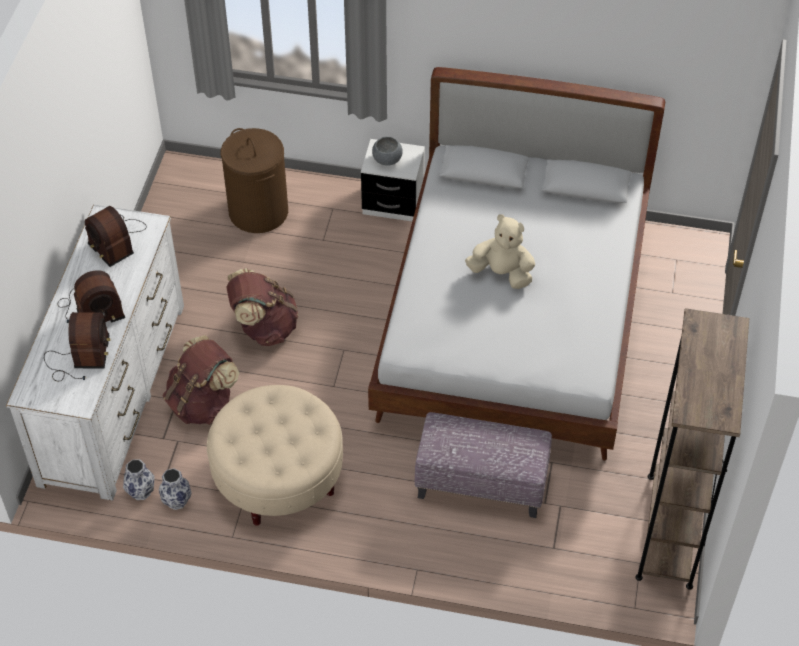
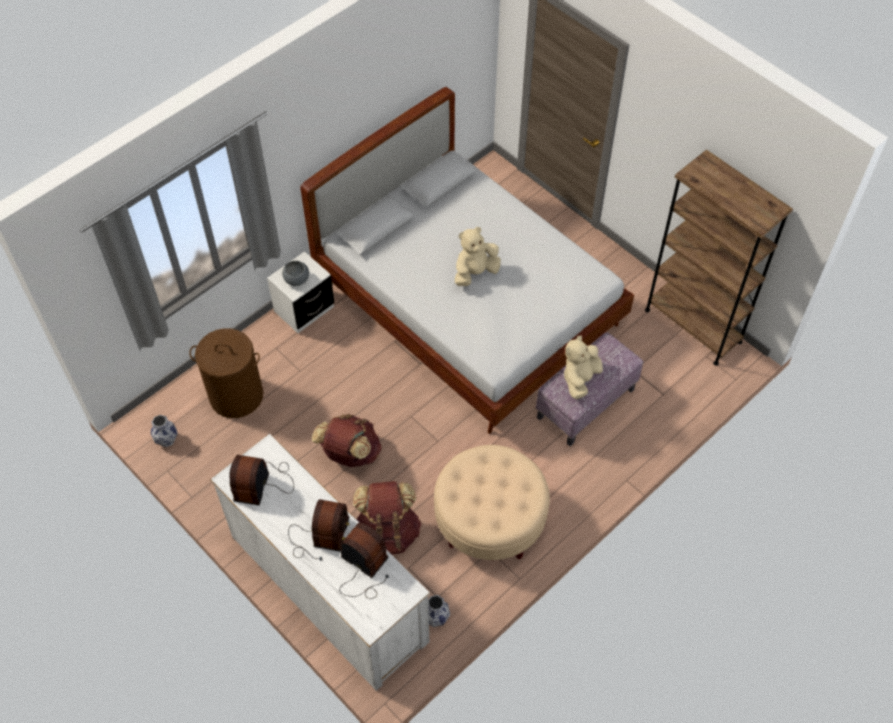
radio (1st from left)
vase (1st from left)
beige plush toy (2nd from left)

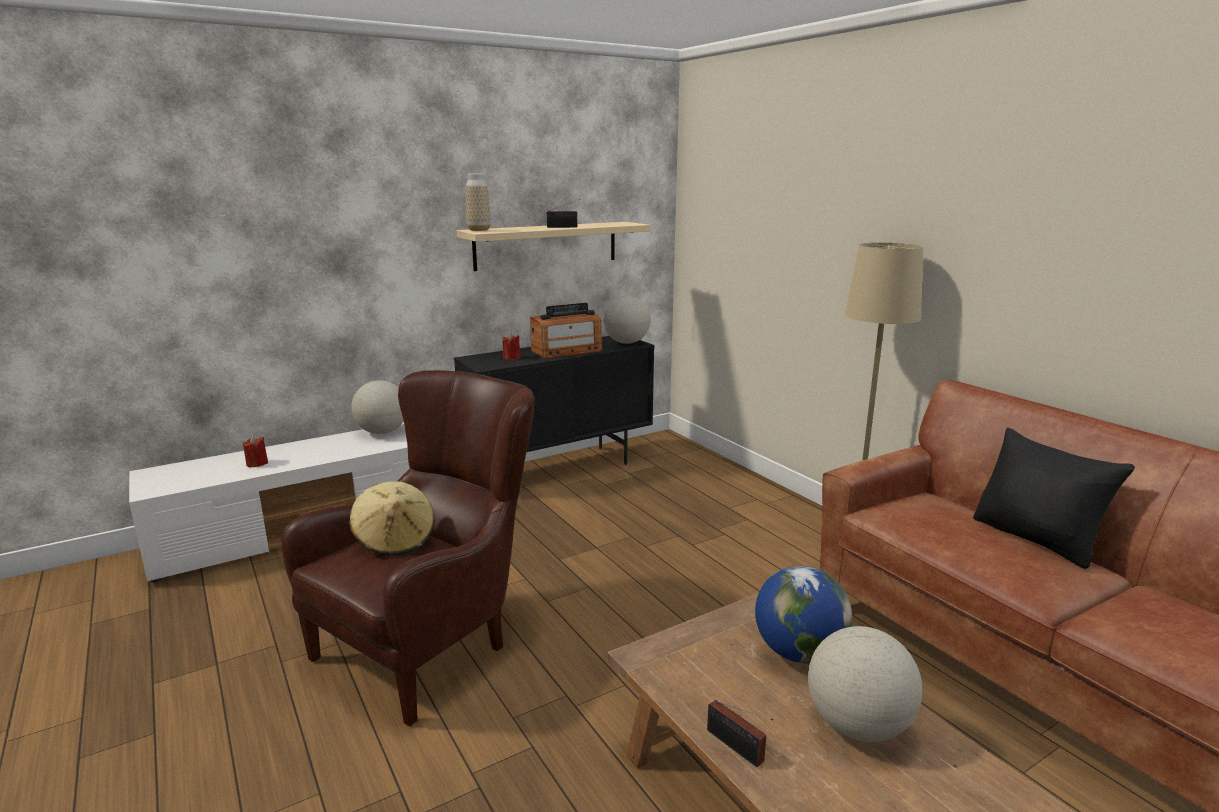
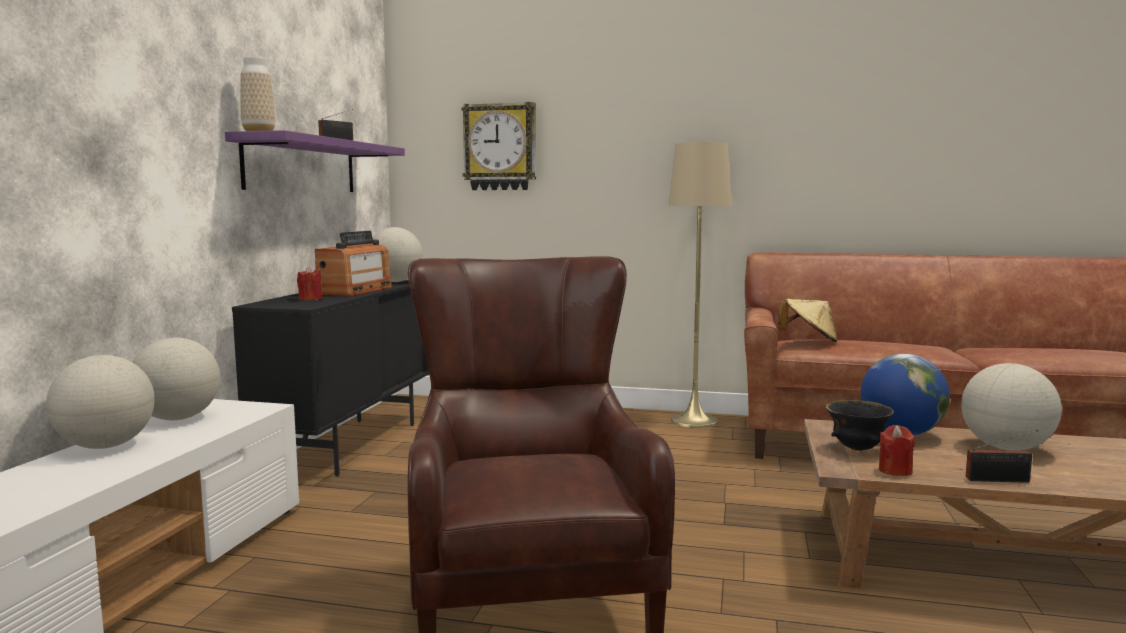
purple shelf
black pillow
red candle (2nd from left)
beige hat
wall clock
globe (1st from left)
black bowl

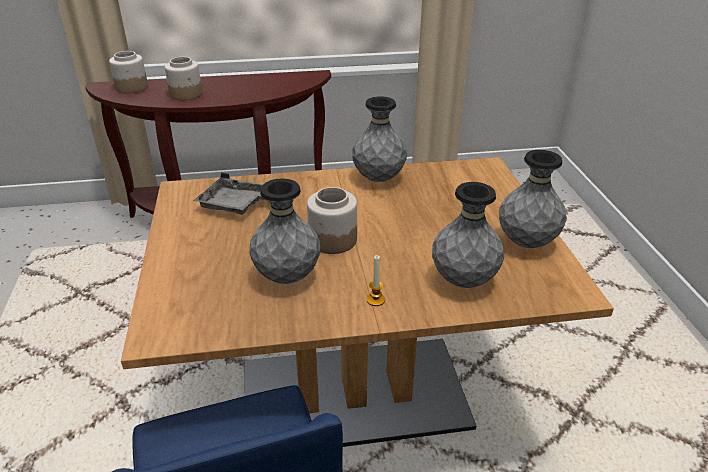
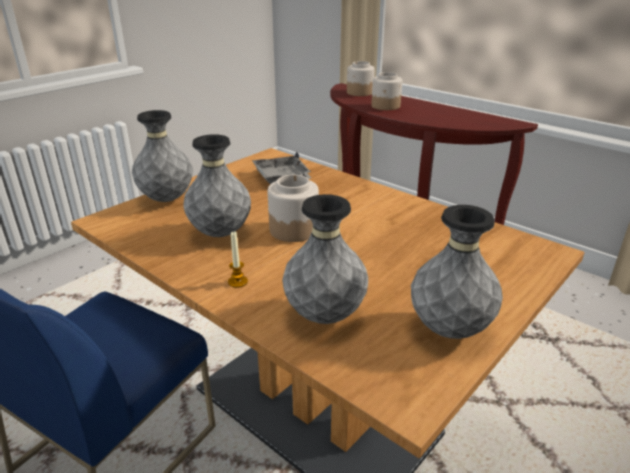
grey vase (1st from left)

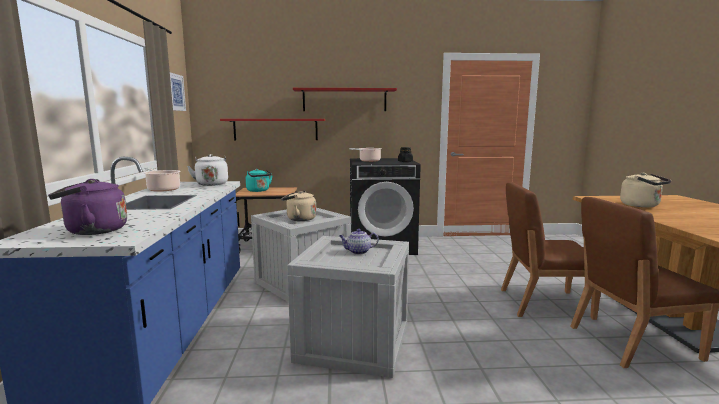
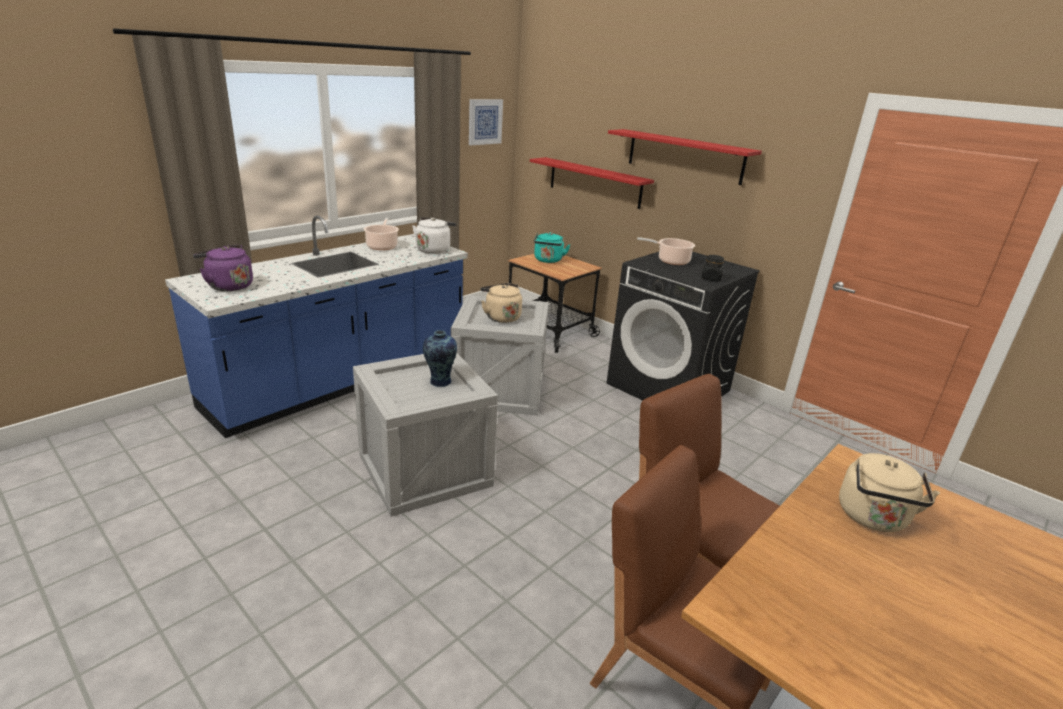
vase

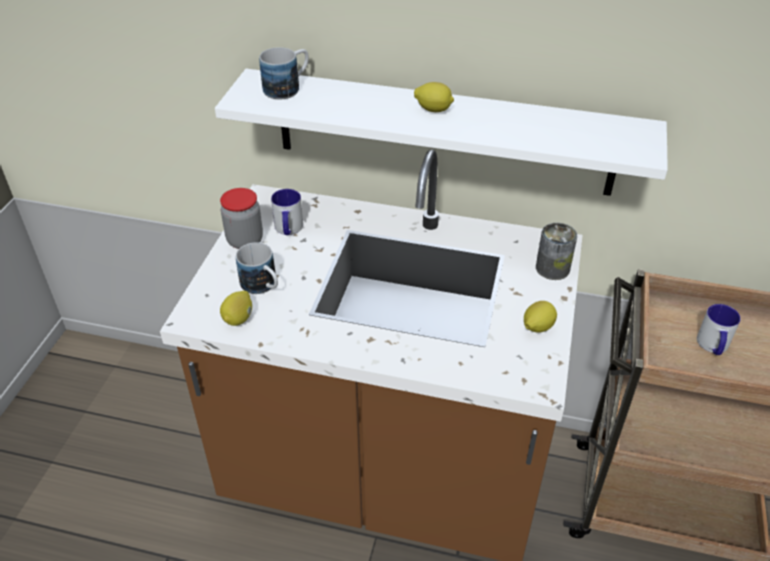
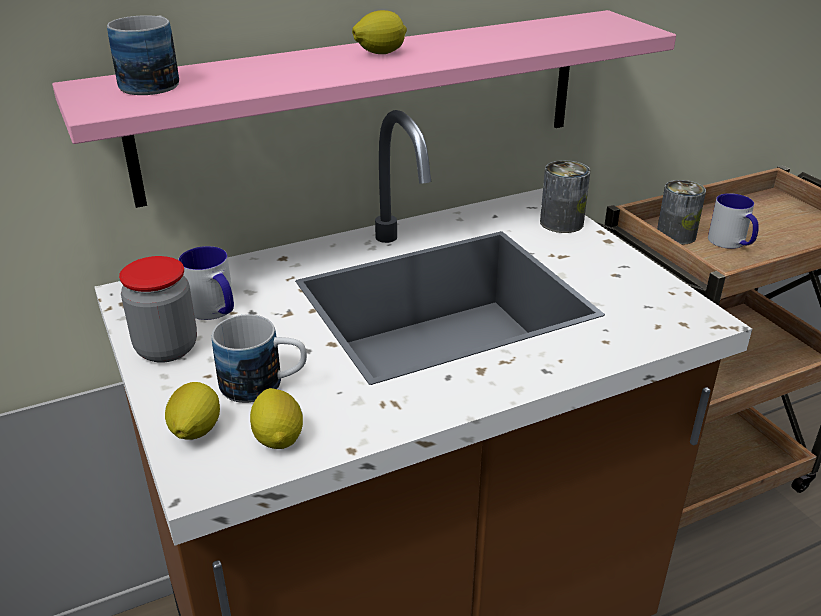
pink shelf
lemon (1st from left)
can (2nd from left)

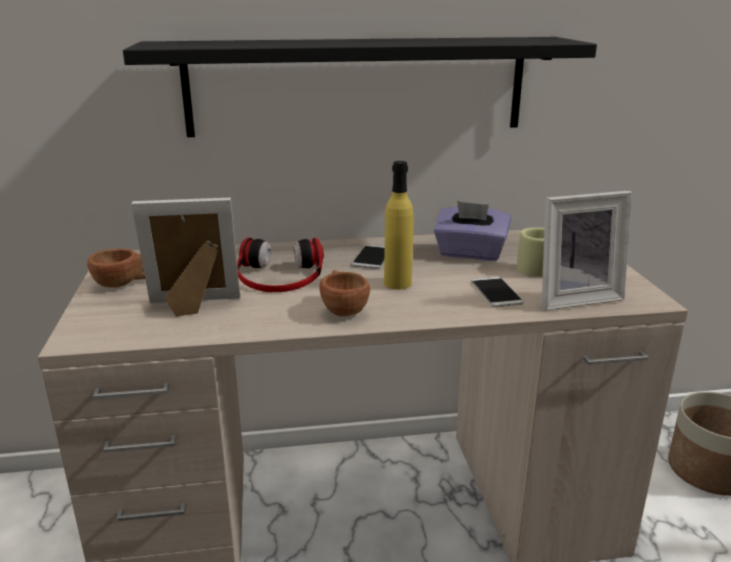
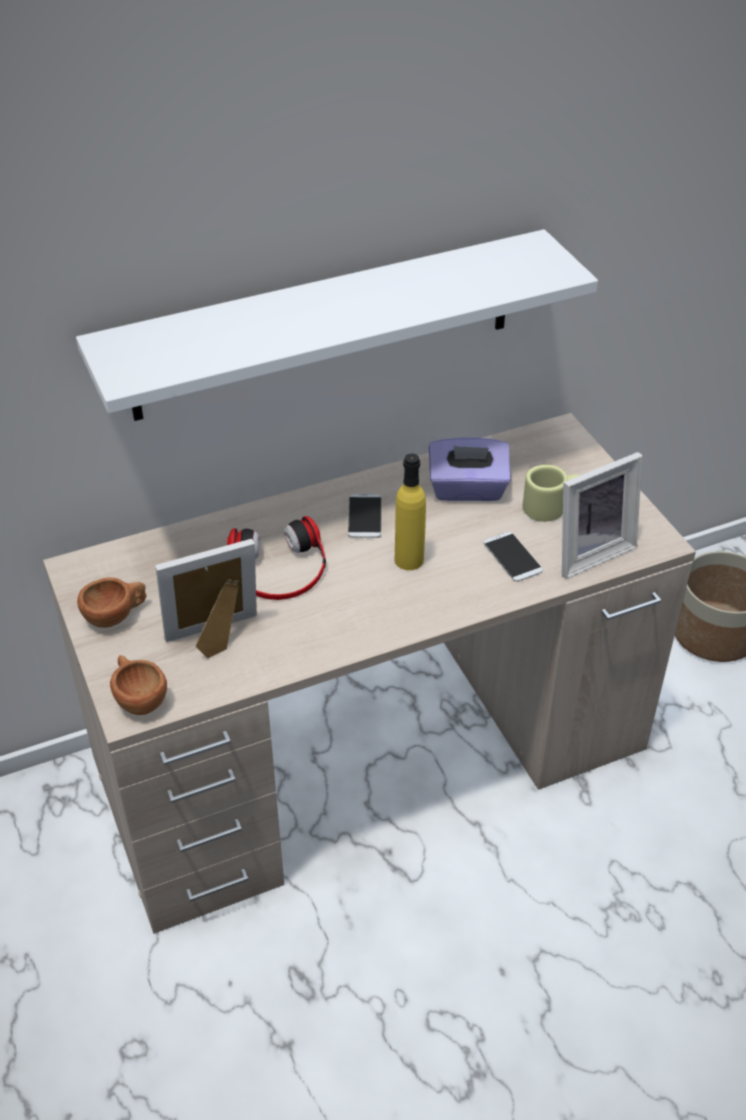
white shelf
brown cup (2nd from left)

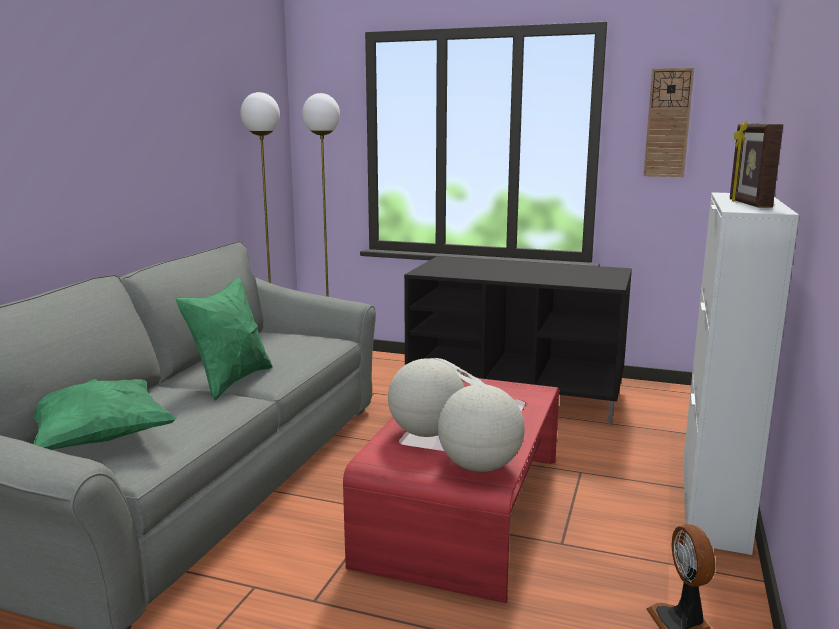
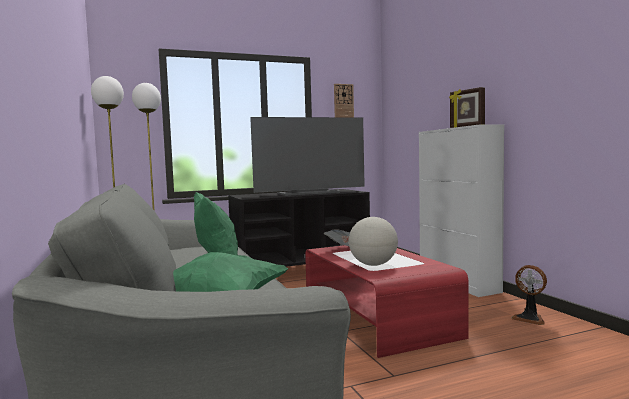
globe (2nd from left in the first image)
television

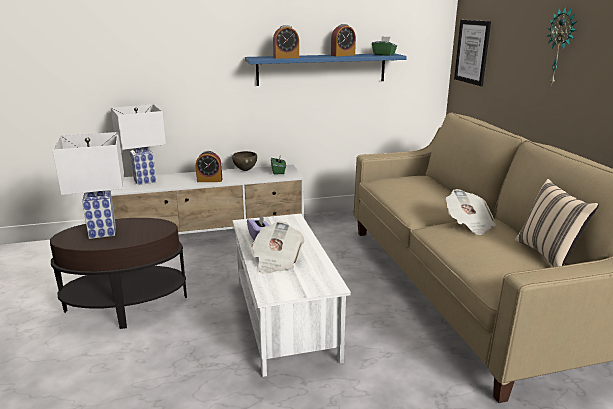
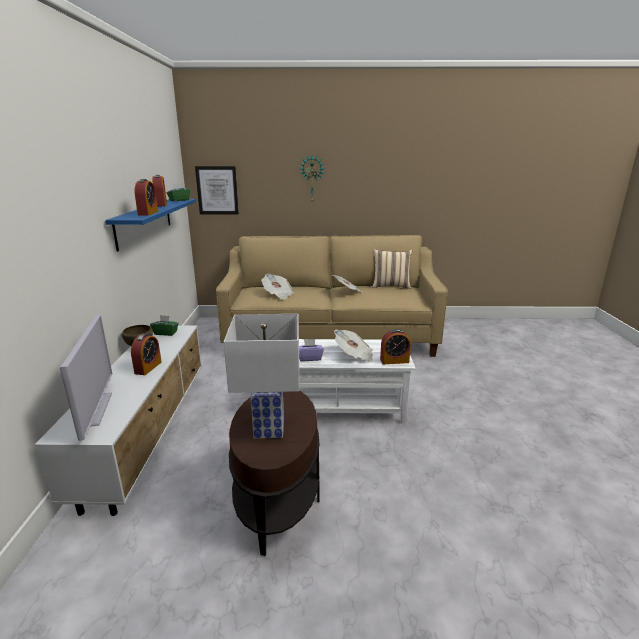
television
newspaper (1st from left)
alarm clock (4th from left)

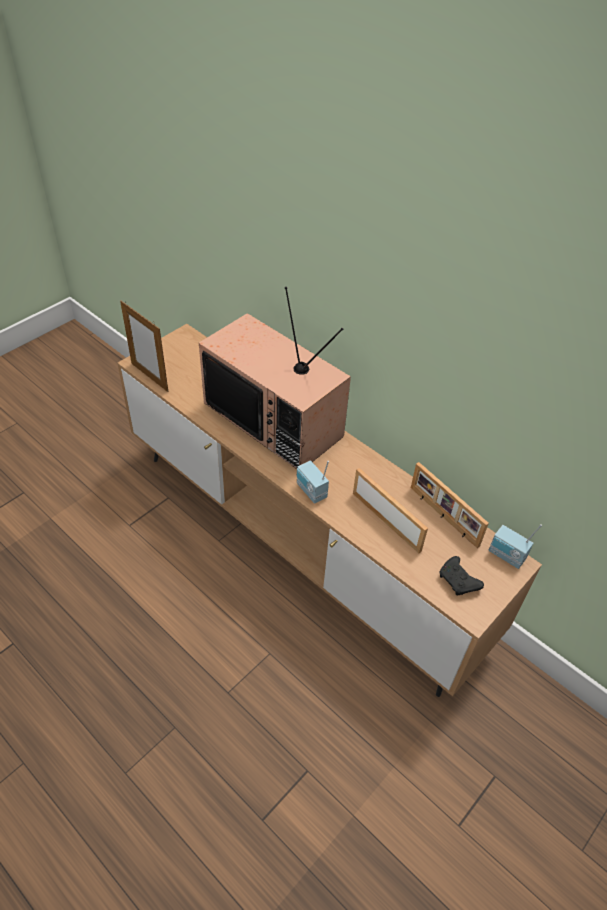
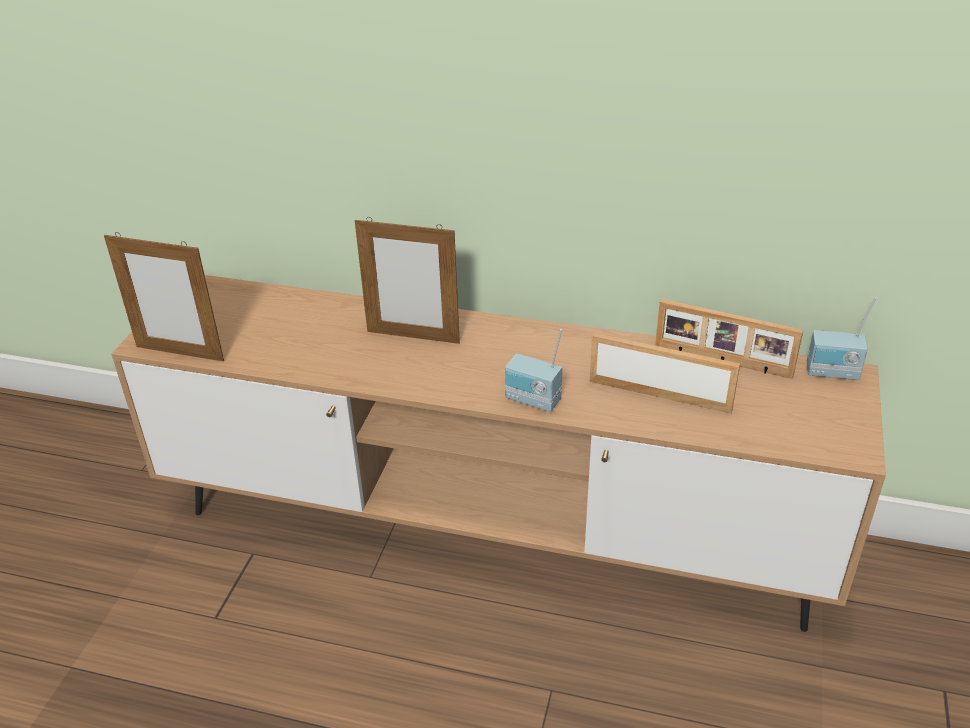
picture frame (2nd from left)
black game controller

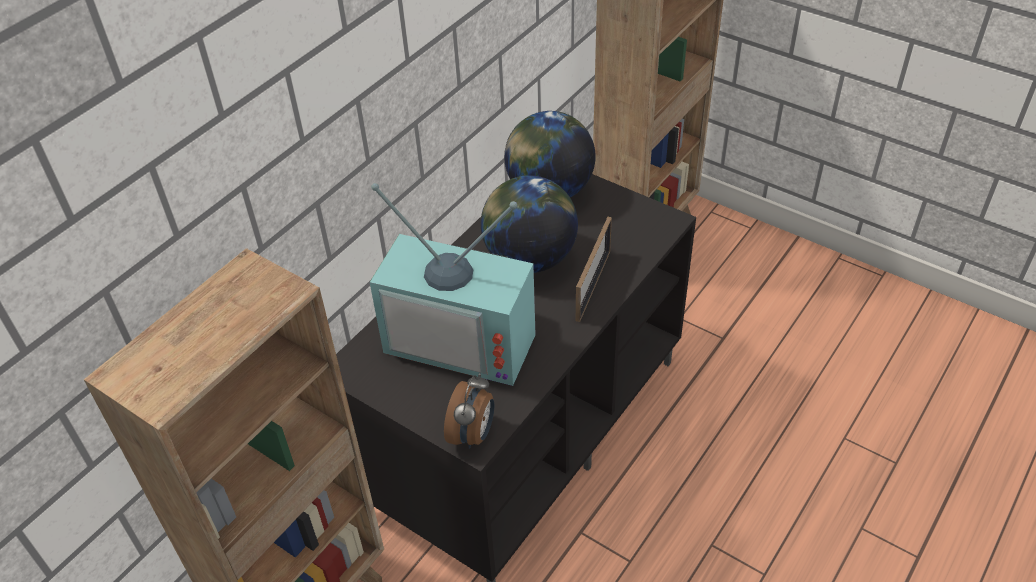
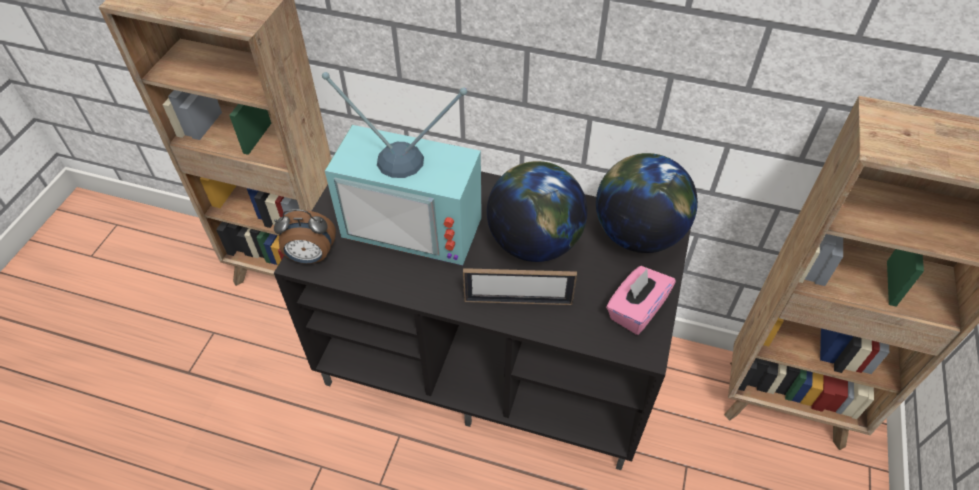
television
pink tissue box

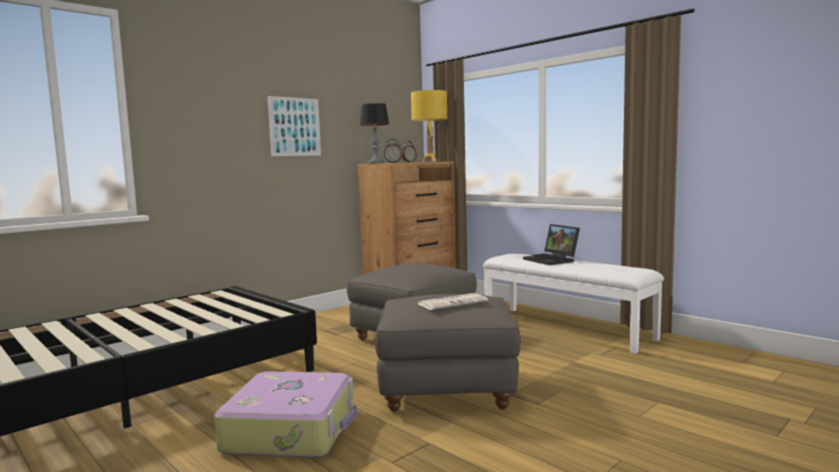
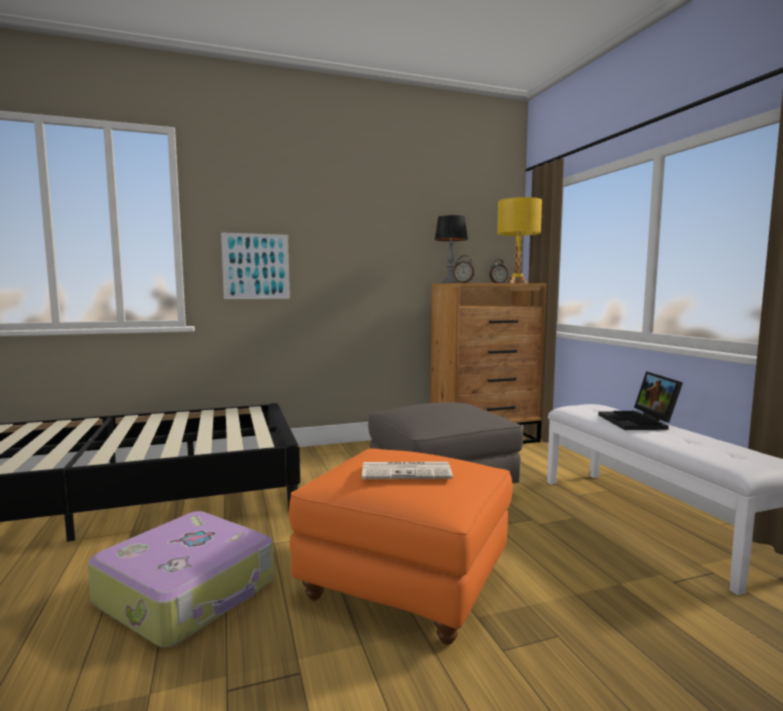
picture
orange ottoman

